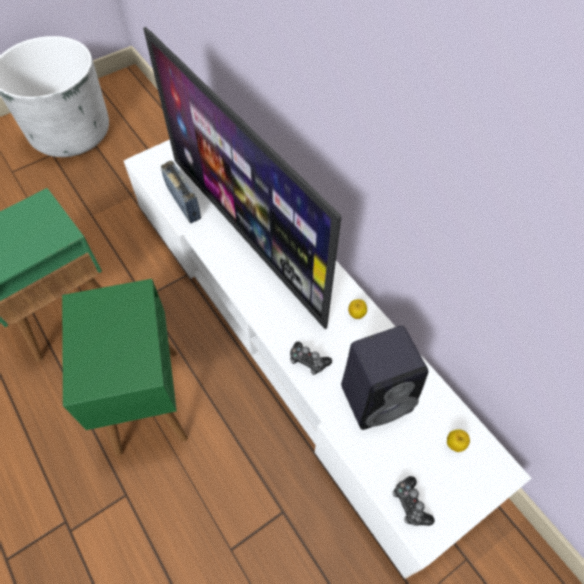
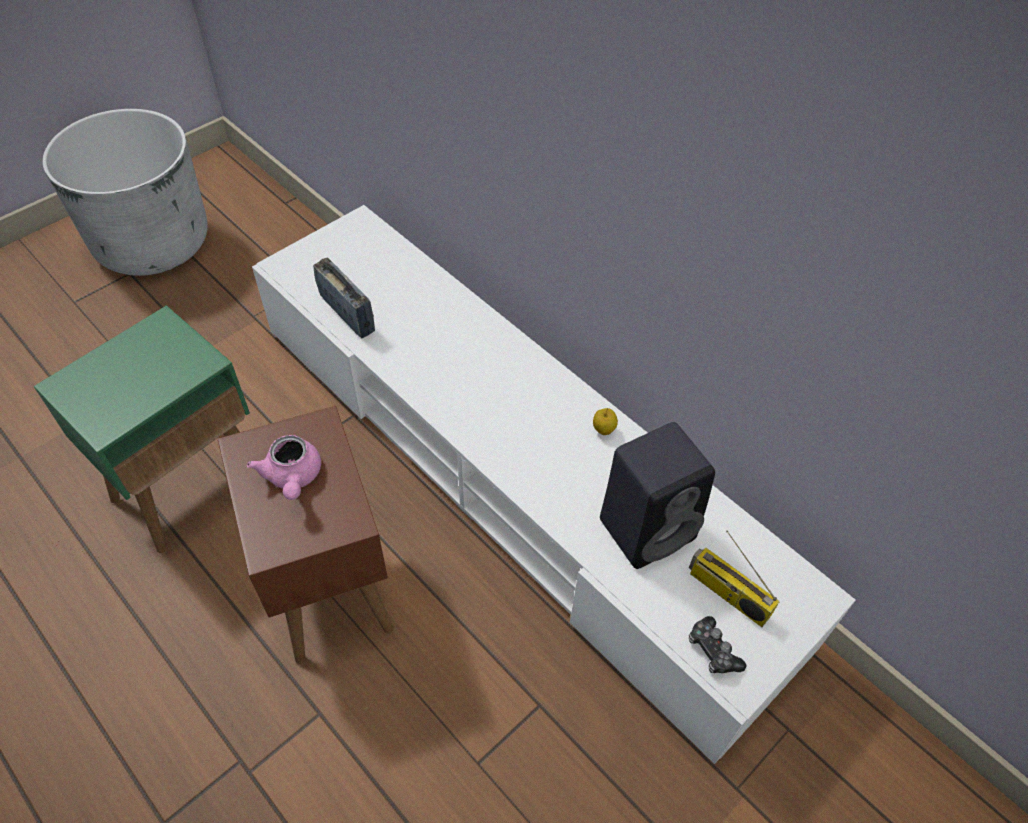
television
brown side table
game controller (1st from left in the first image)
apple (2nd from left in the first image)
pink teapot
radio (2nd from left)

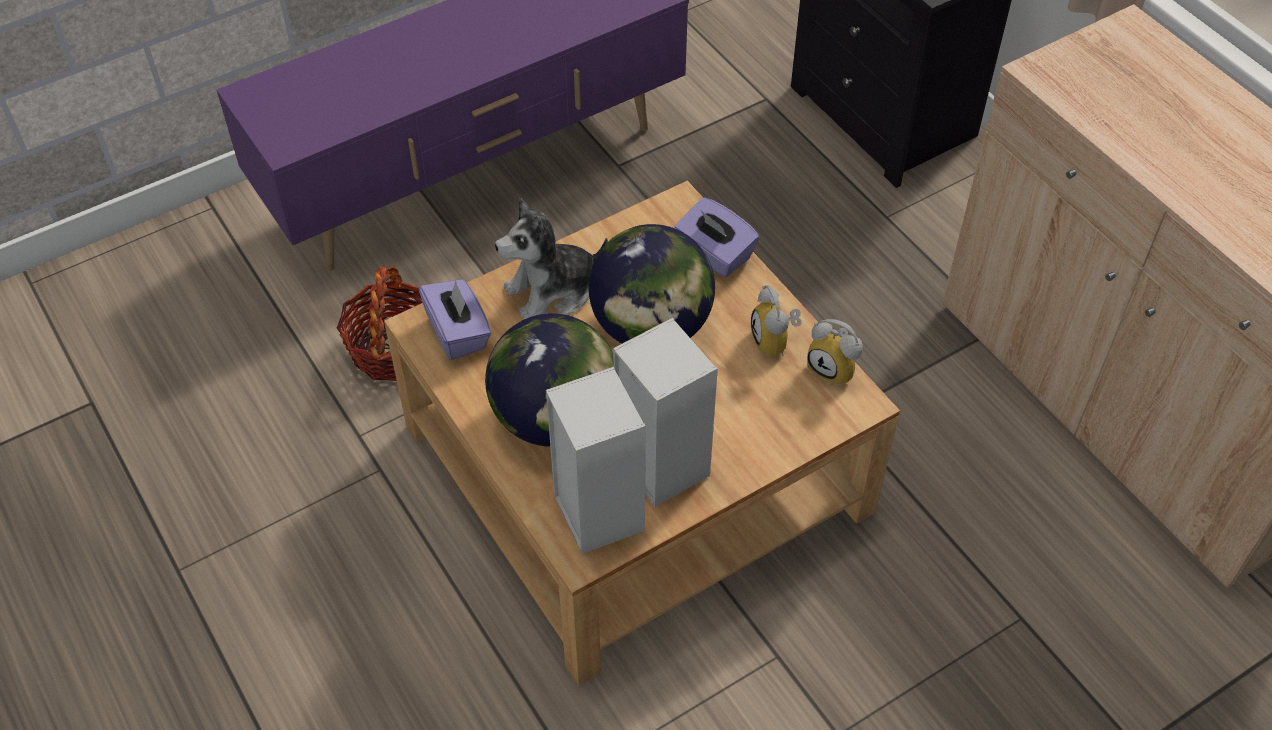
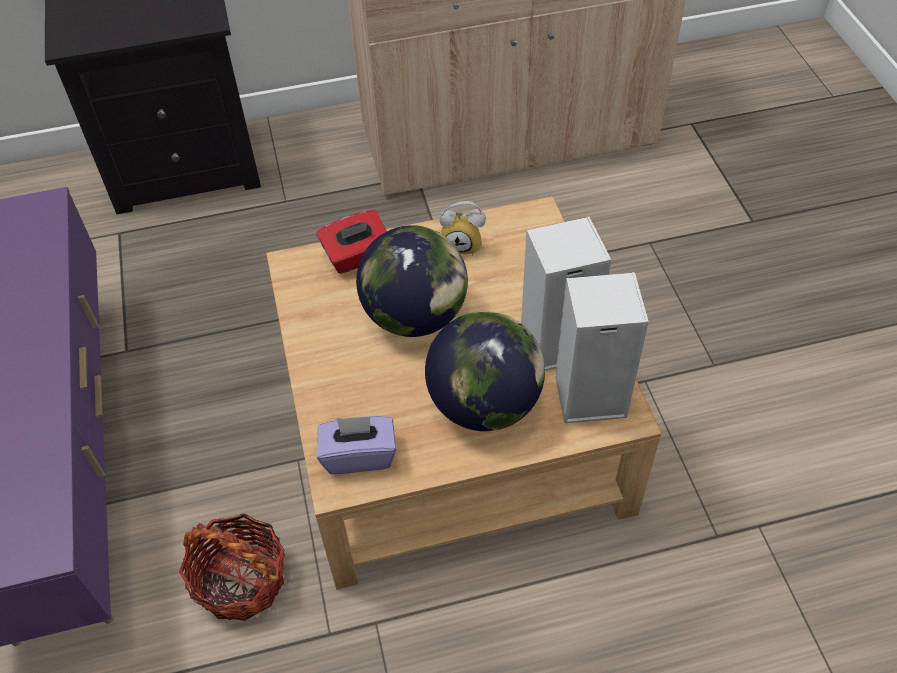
red tissue box
plush toy
alarm clock (2nd from left in the first image)

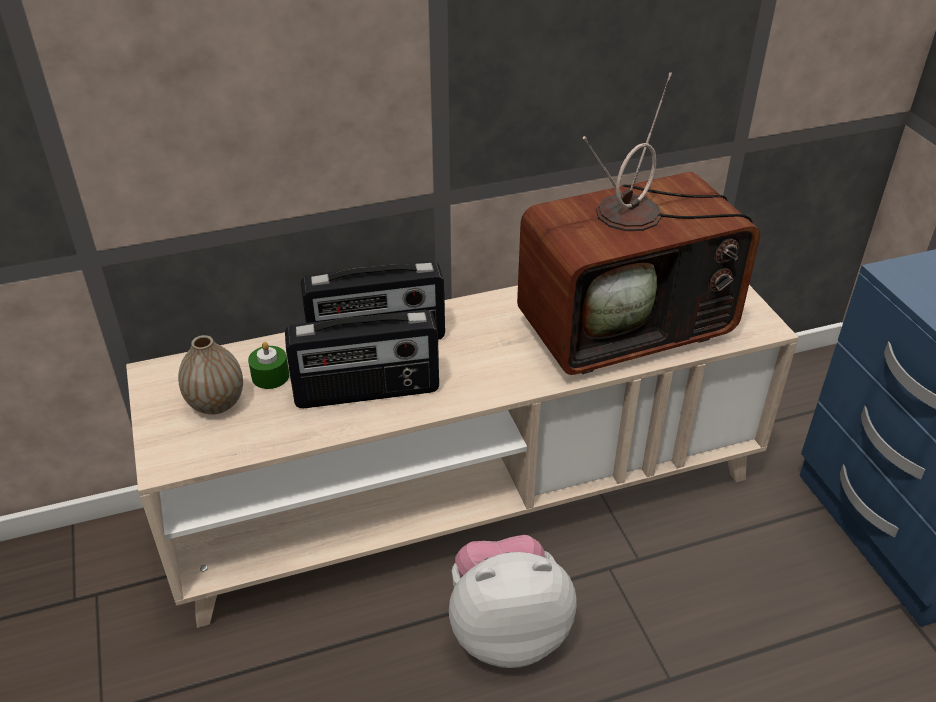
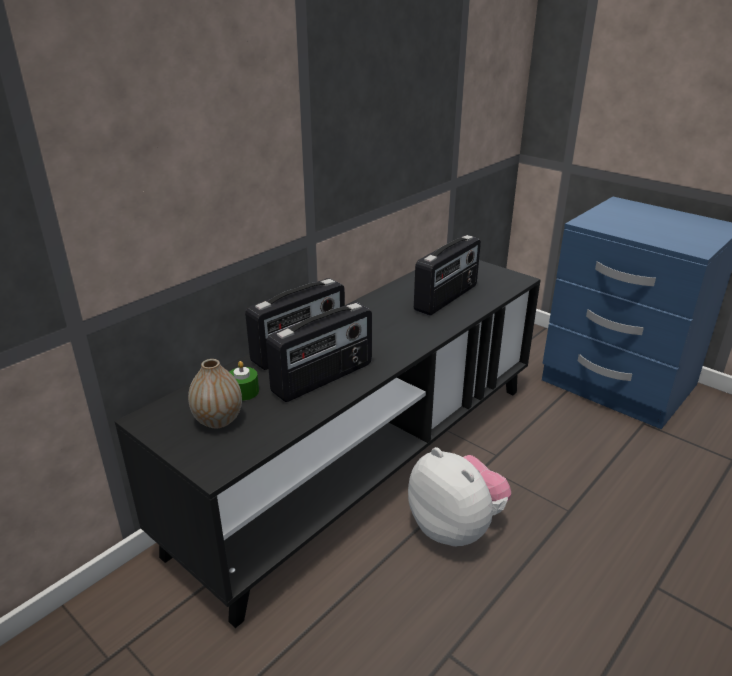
radio (3rd from left)
black tv stand
plush toy

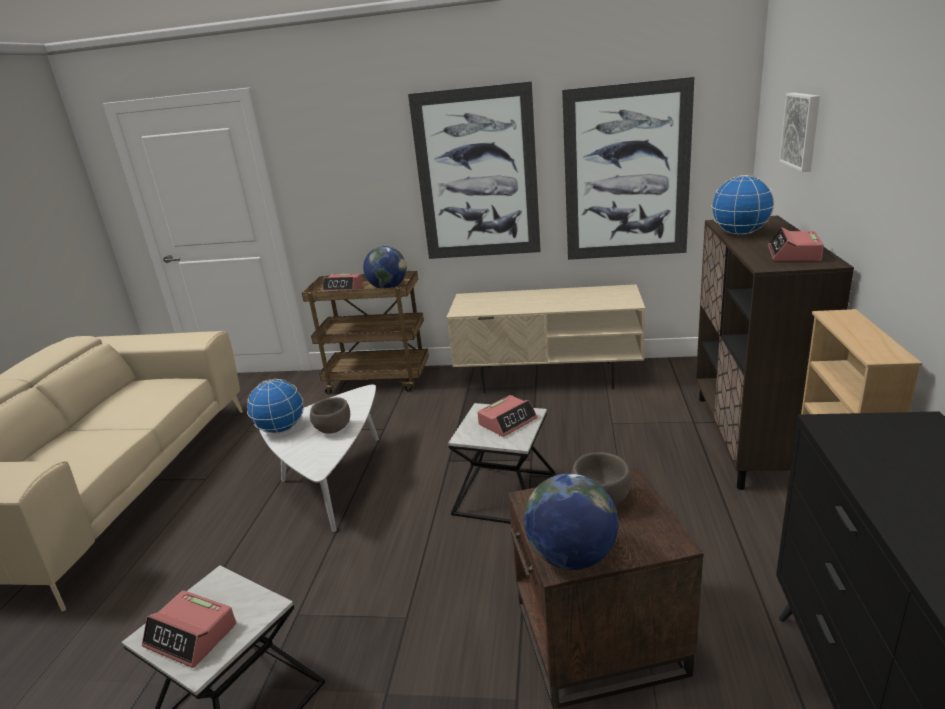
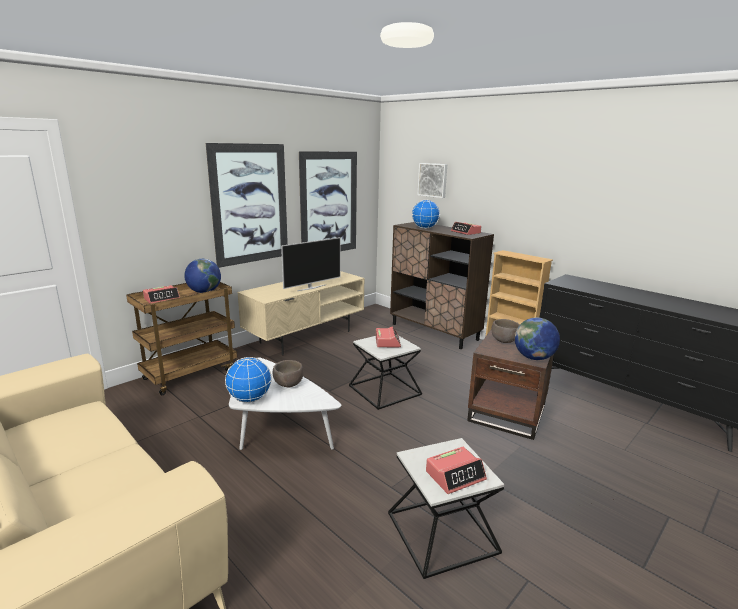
television

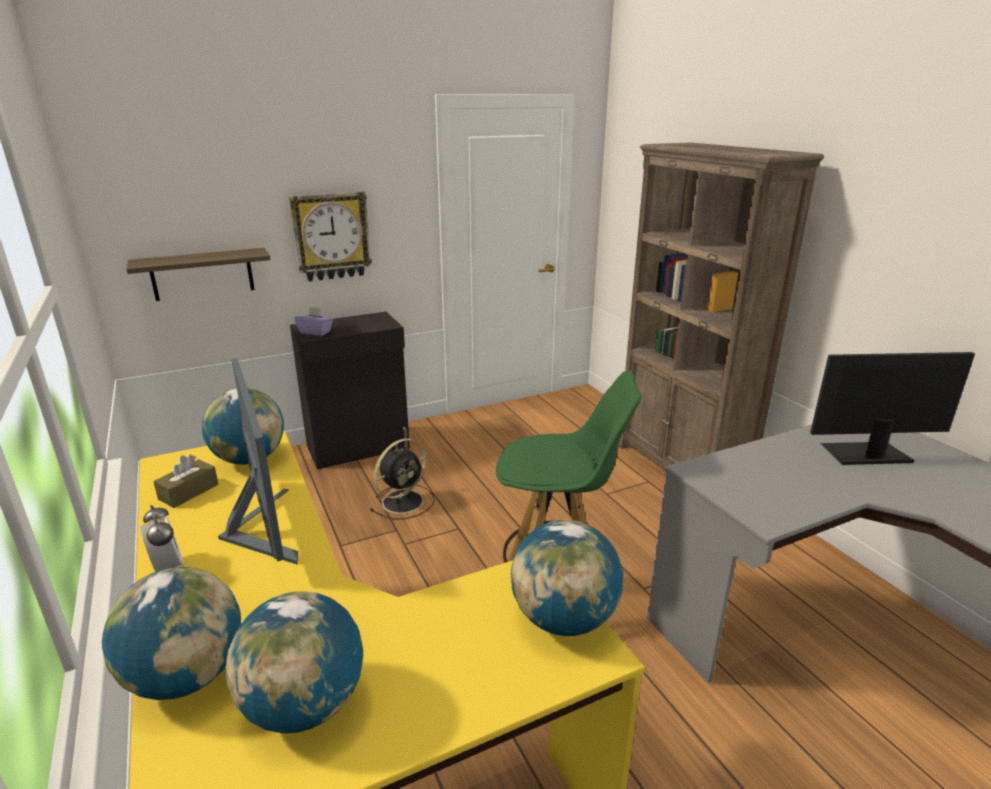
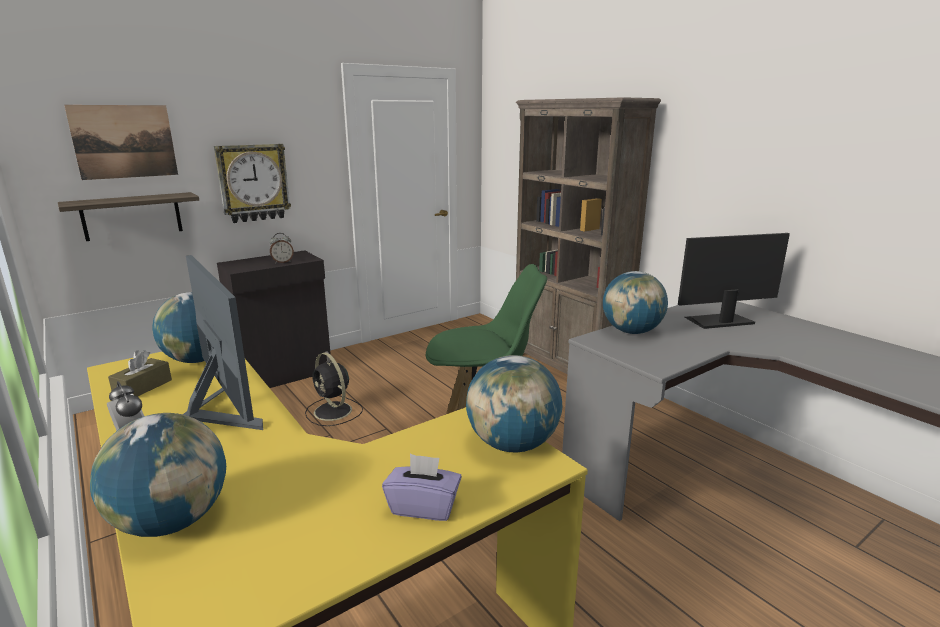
purple tissue box
black fan
globe (4th from left)
picture
alarm clock (2nd from left)

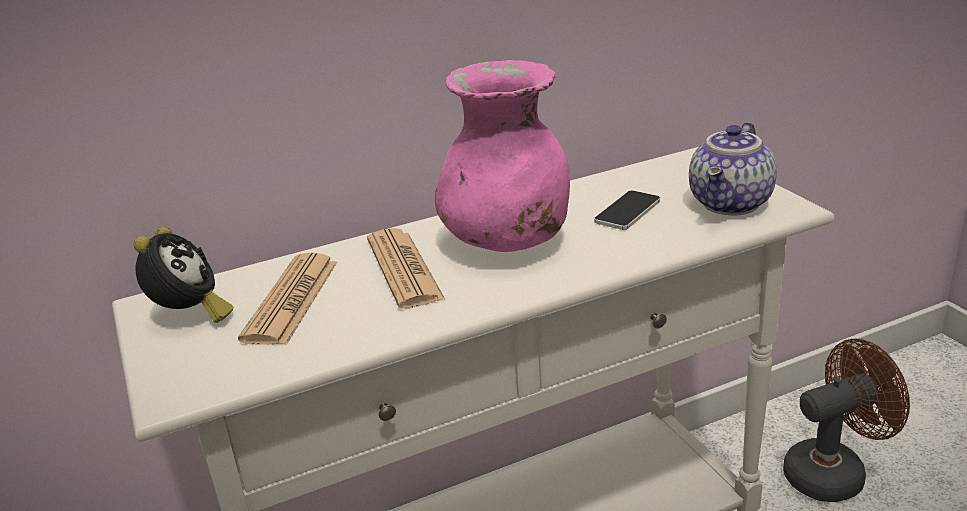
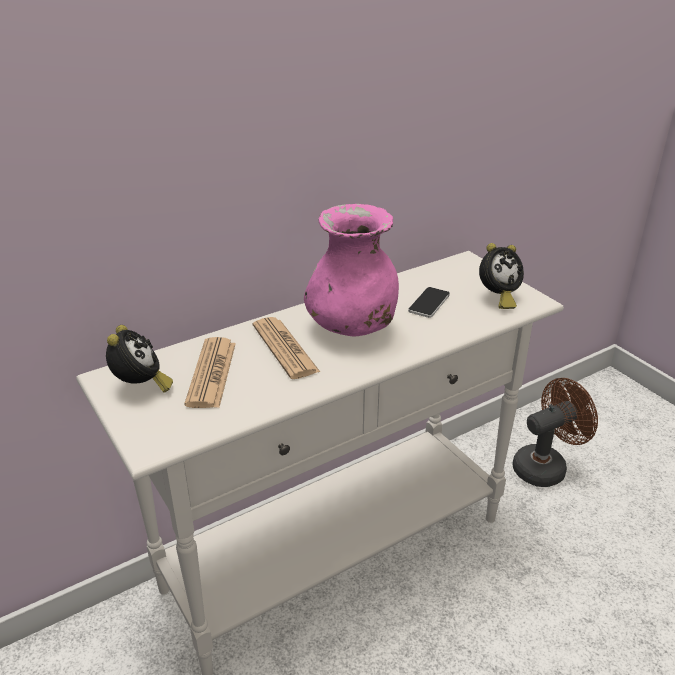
alarm clock (2nd from left)

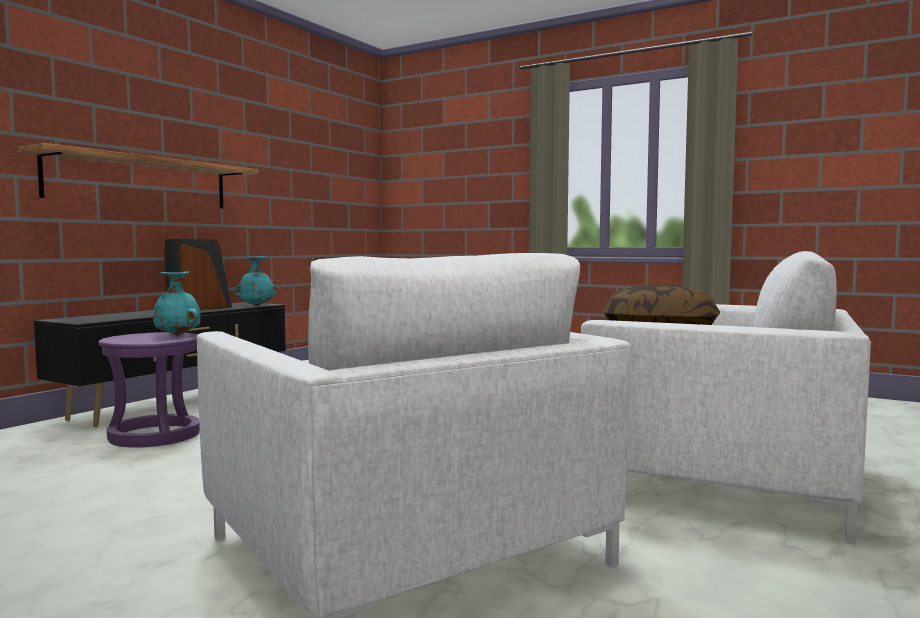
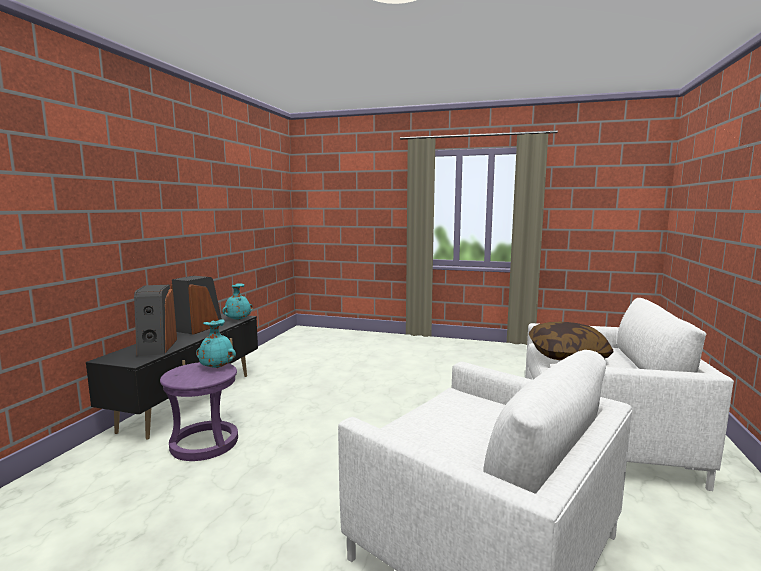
shelf
speaker (1st from left)

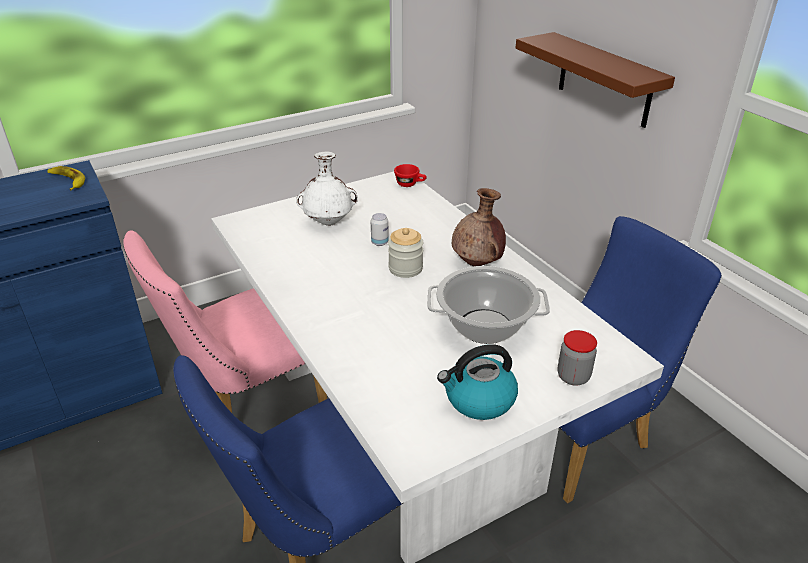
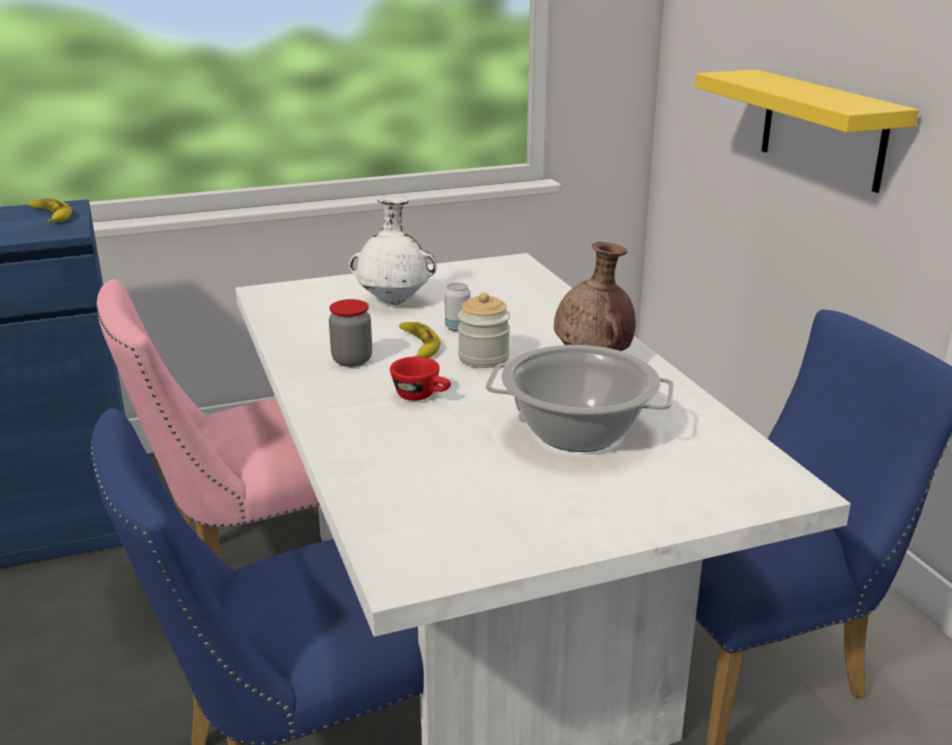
yellow shelf
red cup
jar (1st from left)
kettle
banana (2nd from left)

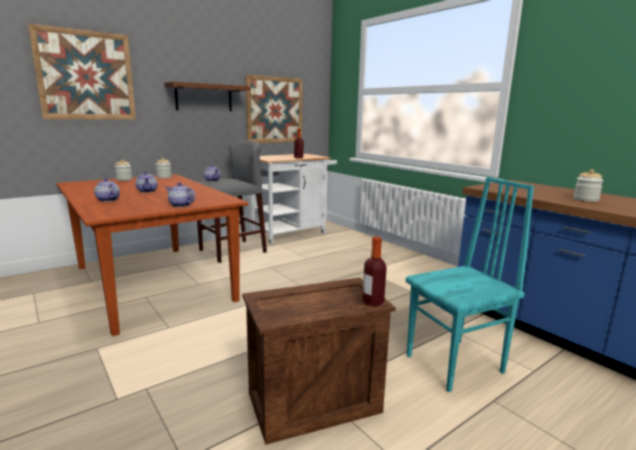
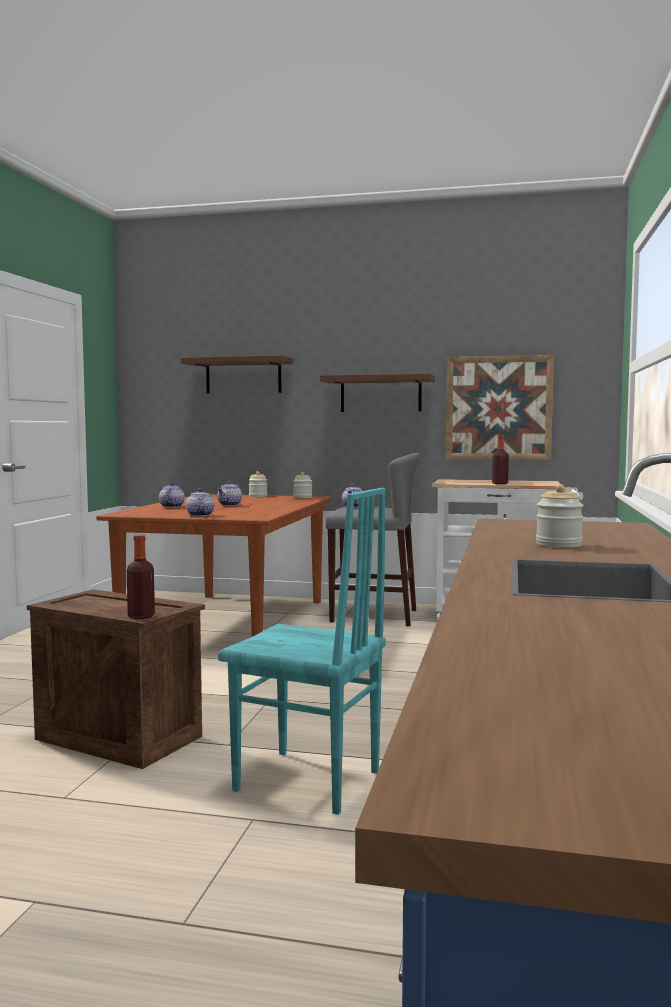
brown shelf (1st from left)

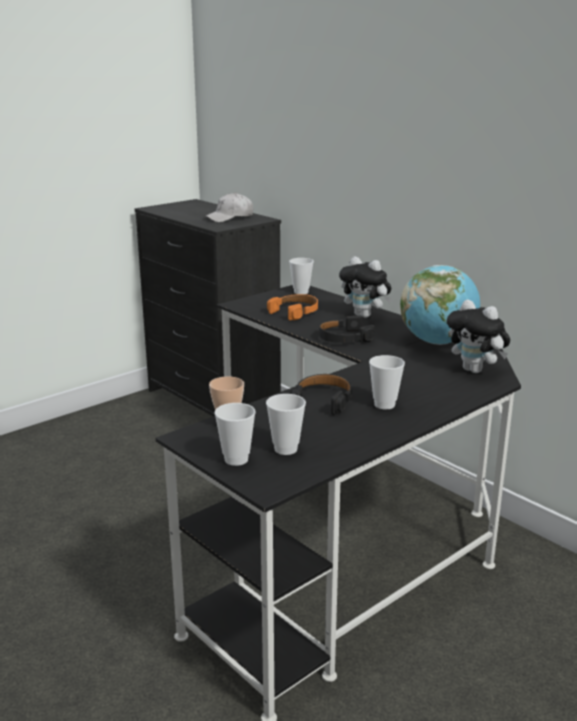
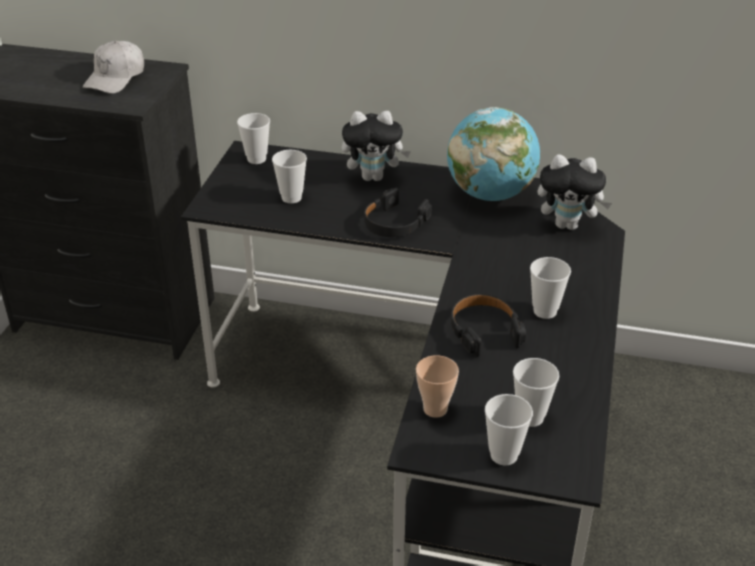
cup (2nd from left)

